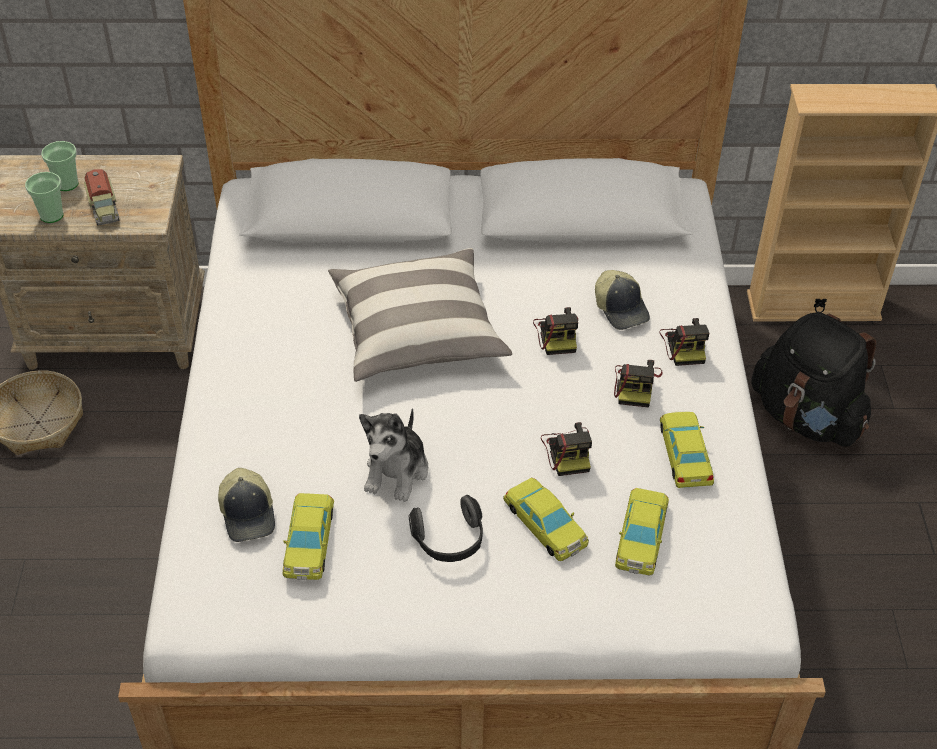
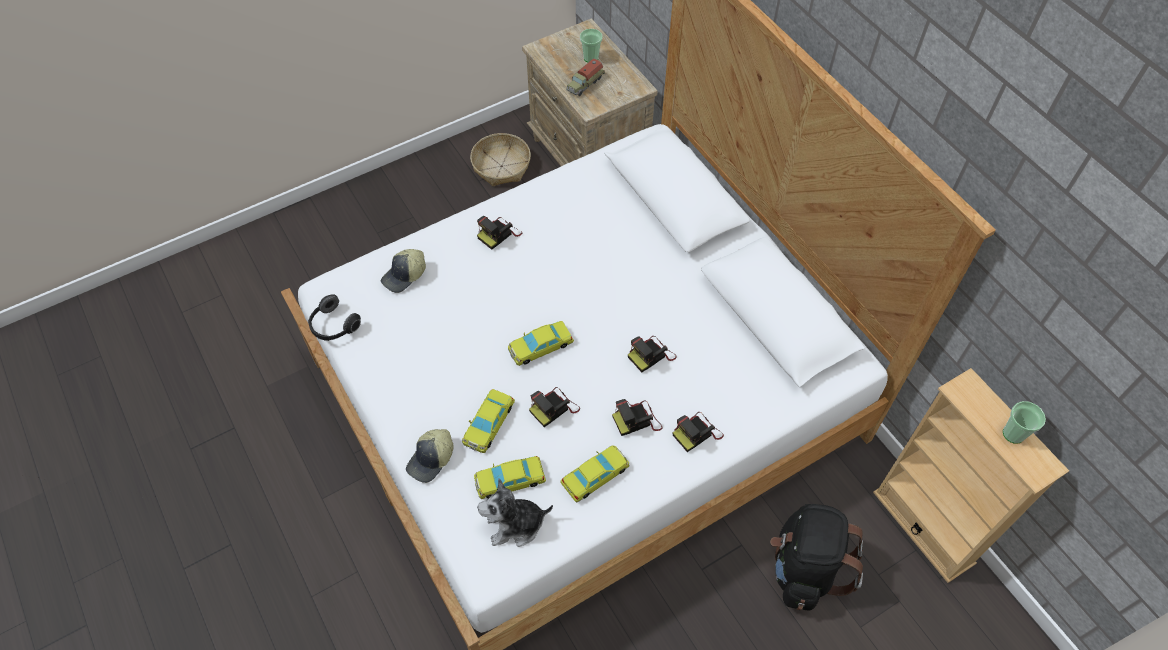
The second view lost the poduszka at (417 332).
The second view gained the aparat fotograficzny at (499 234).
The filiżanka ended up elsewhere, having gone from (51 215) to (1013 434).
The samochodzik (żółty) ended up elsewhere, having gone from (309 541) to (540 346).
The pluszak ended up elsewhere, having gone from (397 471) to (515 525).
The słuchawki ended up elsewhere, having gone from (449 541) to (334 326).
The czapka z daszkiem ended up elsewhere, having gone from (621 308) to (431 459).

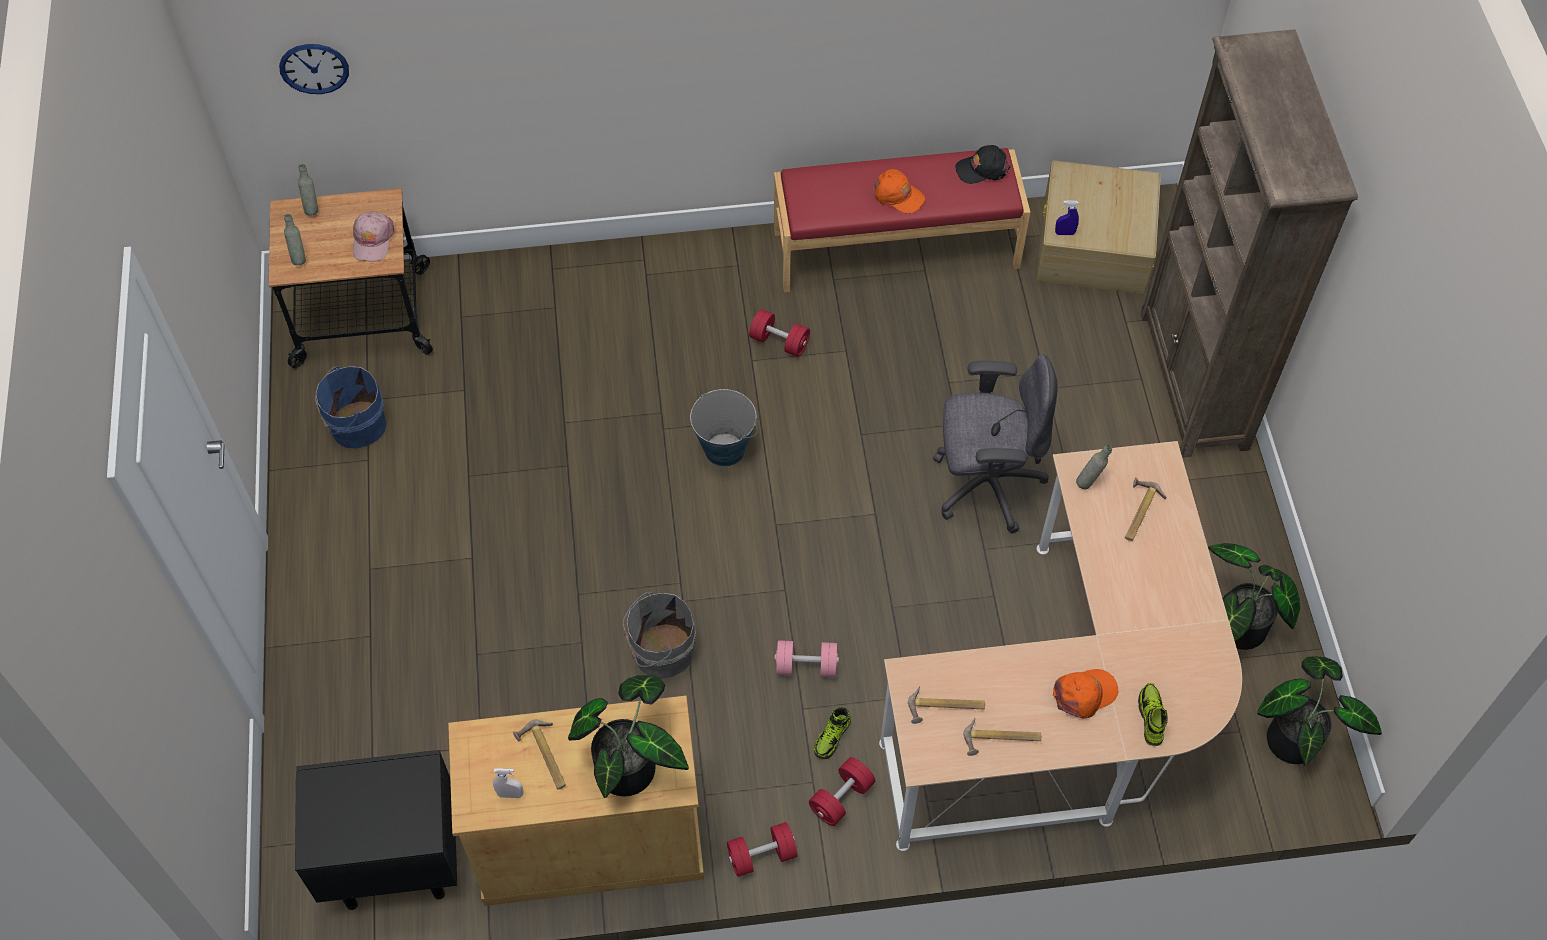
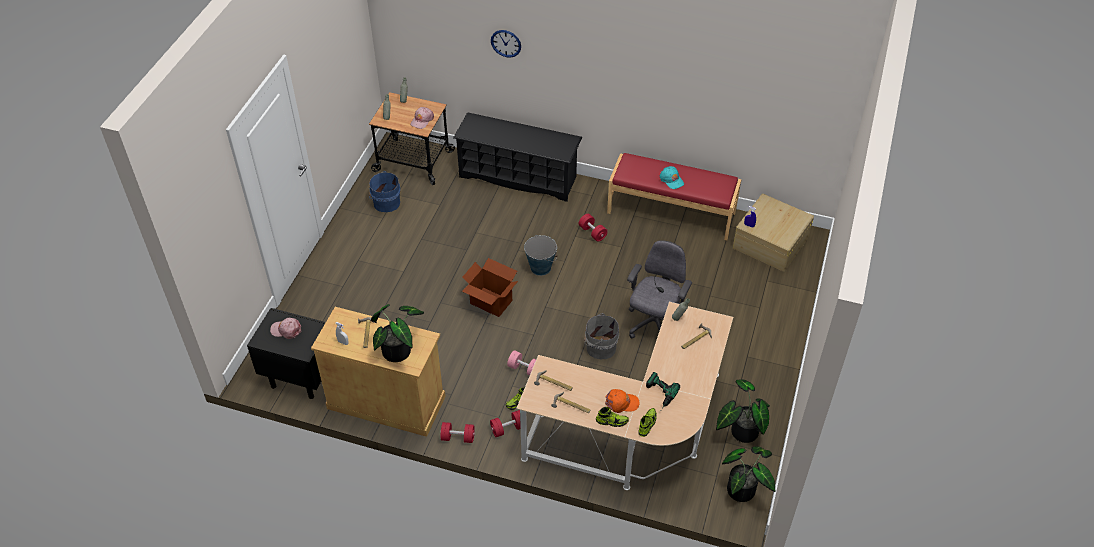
The second view lost the czapka z daszkiem (czarny) at (982 169).
The second view lost the regał (brązowy) at (1194 381).
The second view gained the czapka z daszkiem (różowy) at (286 330).
The second view gained the regał na buty (czarny) at (518 177).
The second view gained the karton at (491 302).
The second view gained the but at (612 421).
The second view gained the wiertarka at (658 394).
The zegar ścienny ended up elsewhere, having gone from (314 68) to (506 43).
The wiadro (szary) ended up elsewhere, having gone from (660 652) to (599 347).
What was the czapka z daszkiem (pomarańczowy) at (898 195) turned into the czapka z daszkiem (turkusowy) at (671 180).
The krzesło biurowe (szary) at (985 484) ended up facing another way, 90 degrees counterclockwise from before.

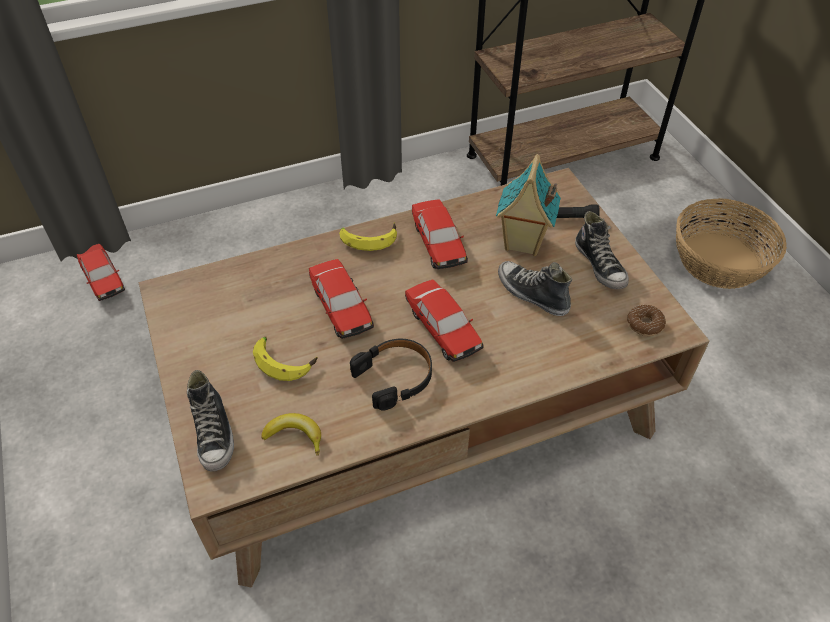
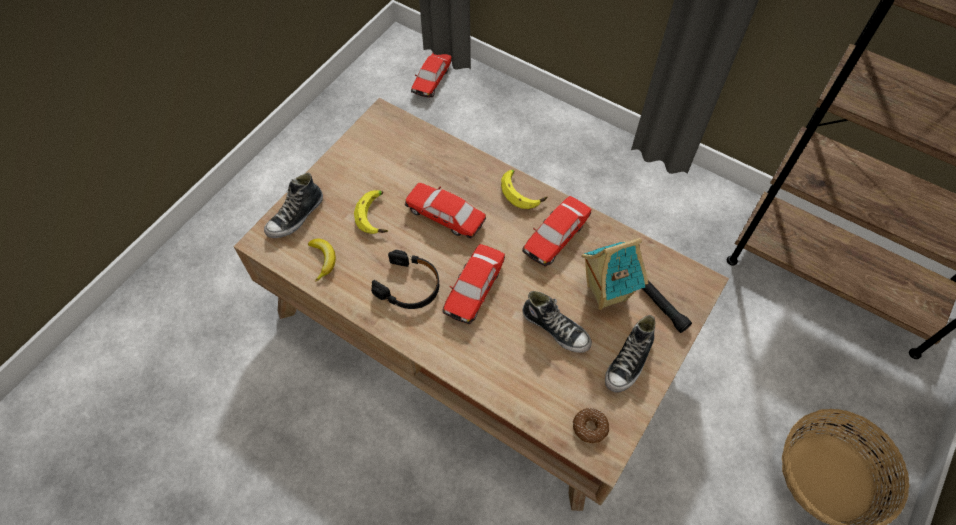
The samochodzik at (340 306) ended up facing another way, 90 degrees clockwise from before.
The but at (532 294) ended up facing another way, 120 degrees clockwise from before.

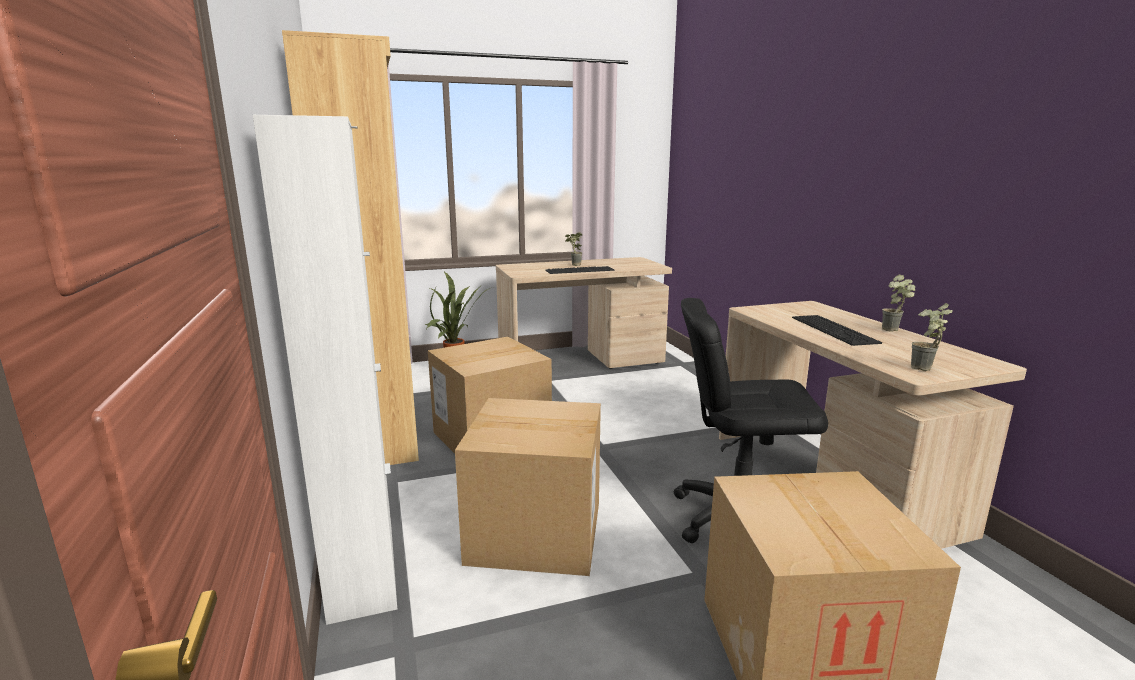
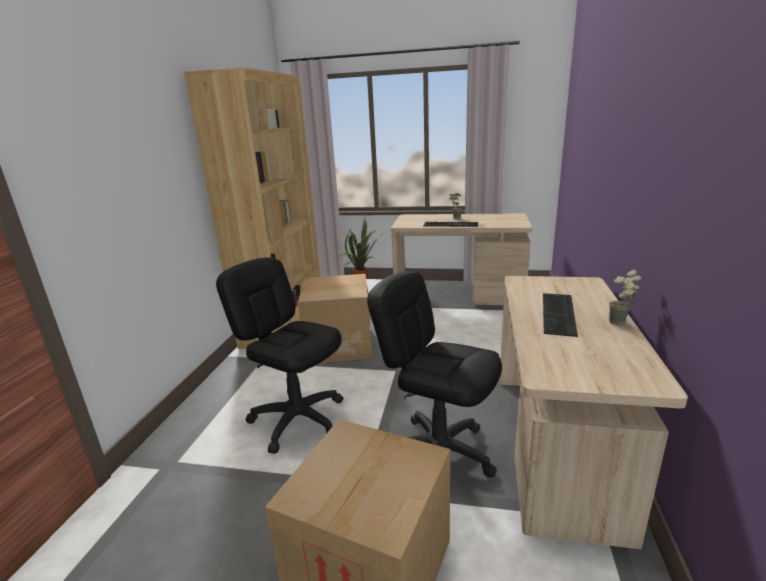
The second view lost the szafka (biały) at (362 570).
The second view lost the roślina doniczkowa at (925 370).
Where the karton stood at (536 532), the krzesło biurowe (czarny) came to stand at (298 419).

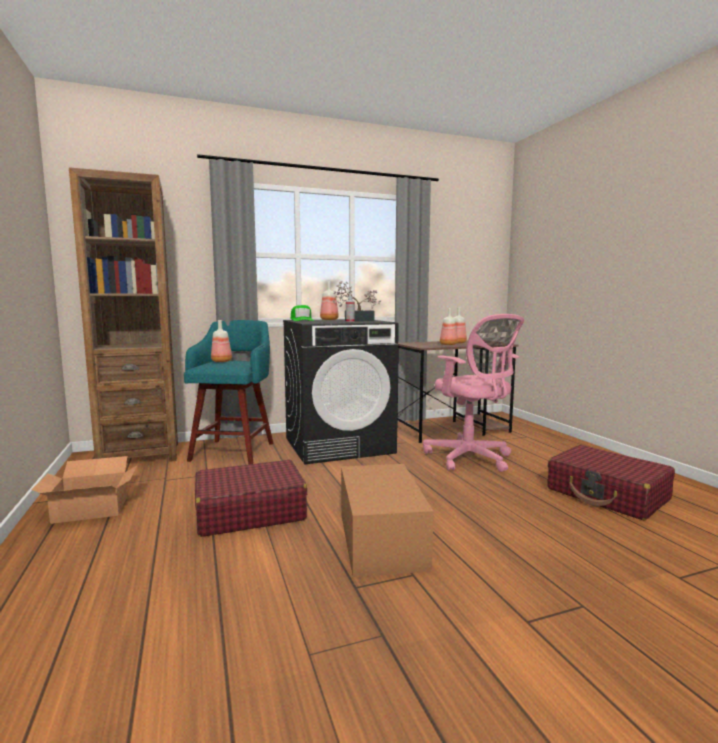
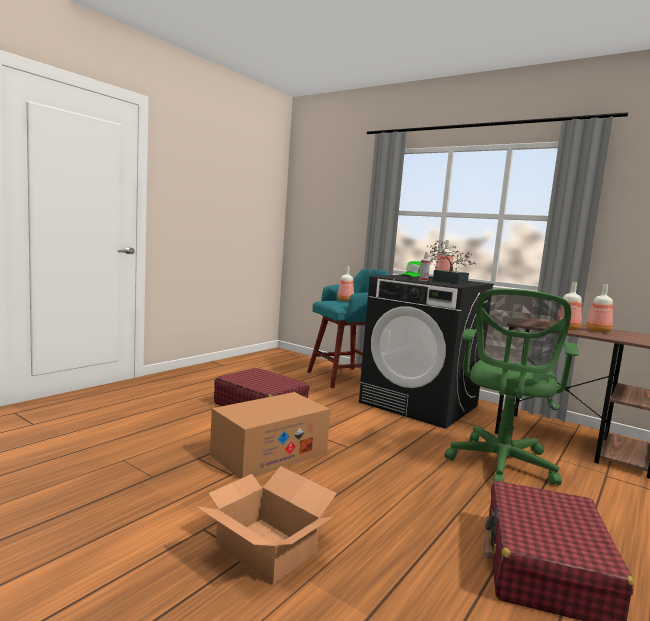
The second view lost the regał (brązowy) at (140 455).
The karton ended up elsewhere, having gone from (90 509) to (266 548).
What was the krzesło biurowe (różowy) at (471 459) turned into the krzesło biurowe (zielony) at (501 465).

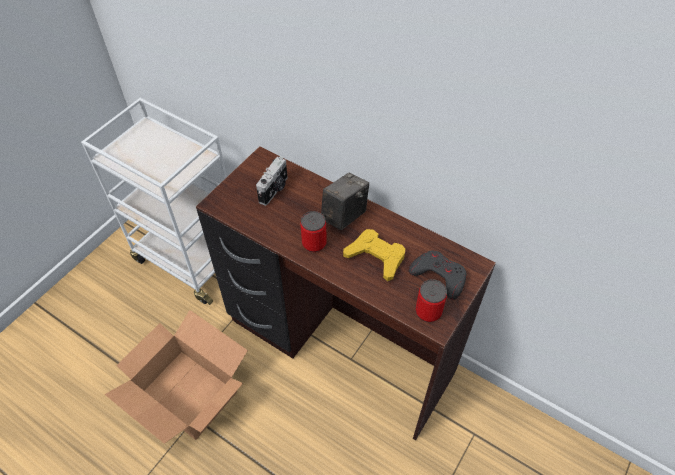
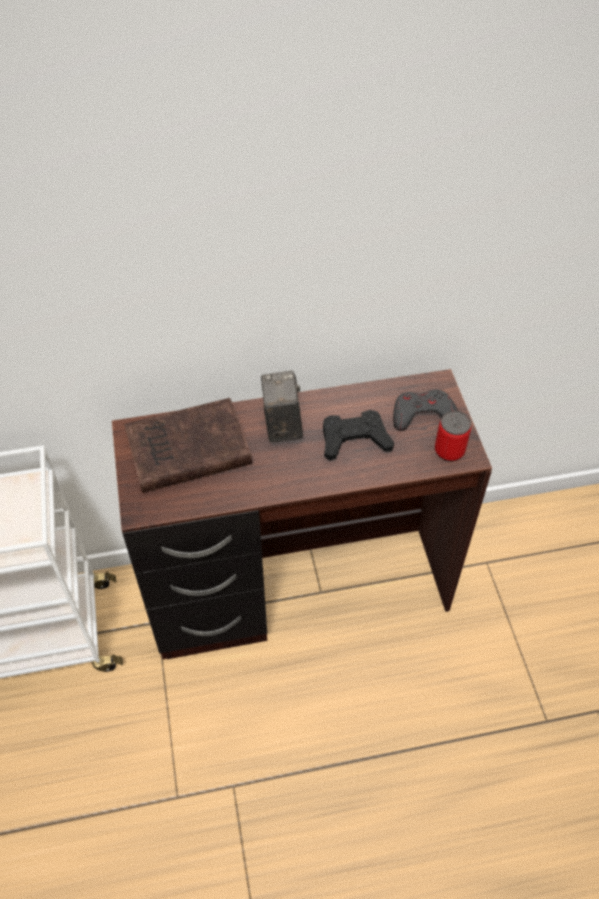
The second view lost the karton at (188 395).
The second view lost the puszka at (314 243).
Where the aparat fotograficzny stood at (274 190), the książka (brązowy) came to stand at (185 451).
What was the pad do gier (żółty) at (376 257) turned into the pad do gier (czarny) at (354 439).

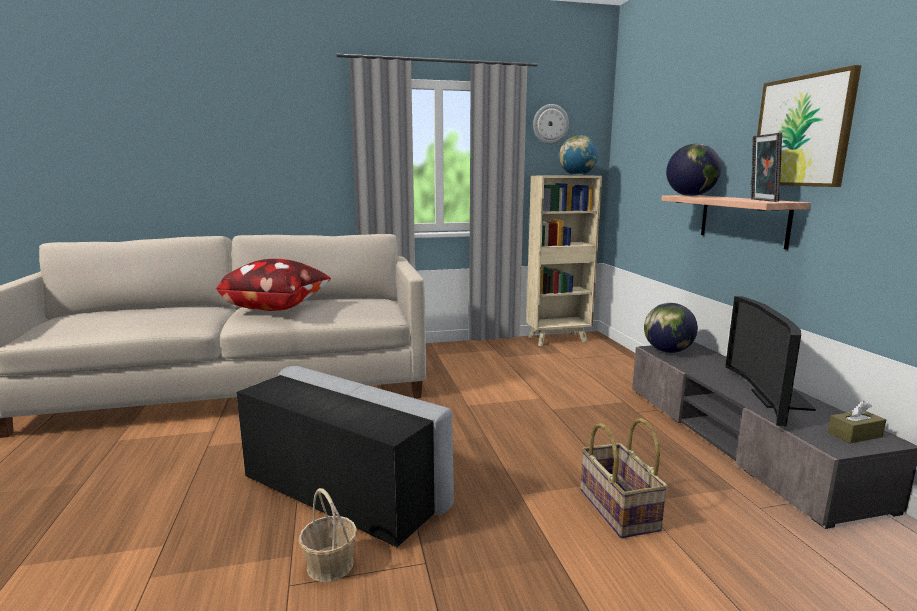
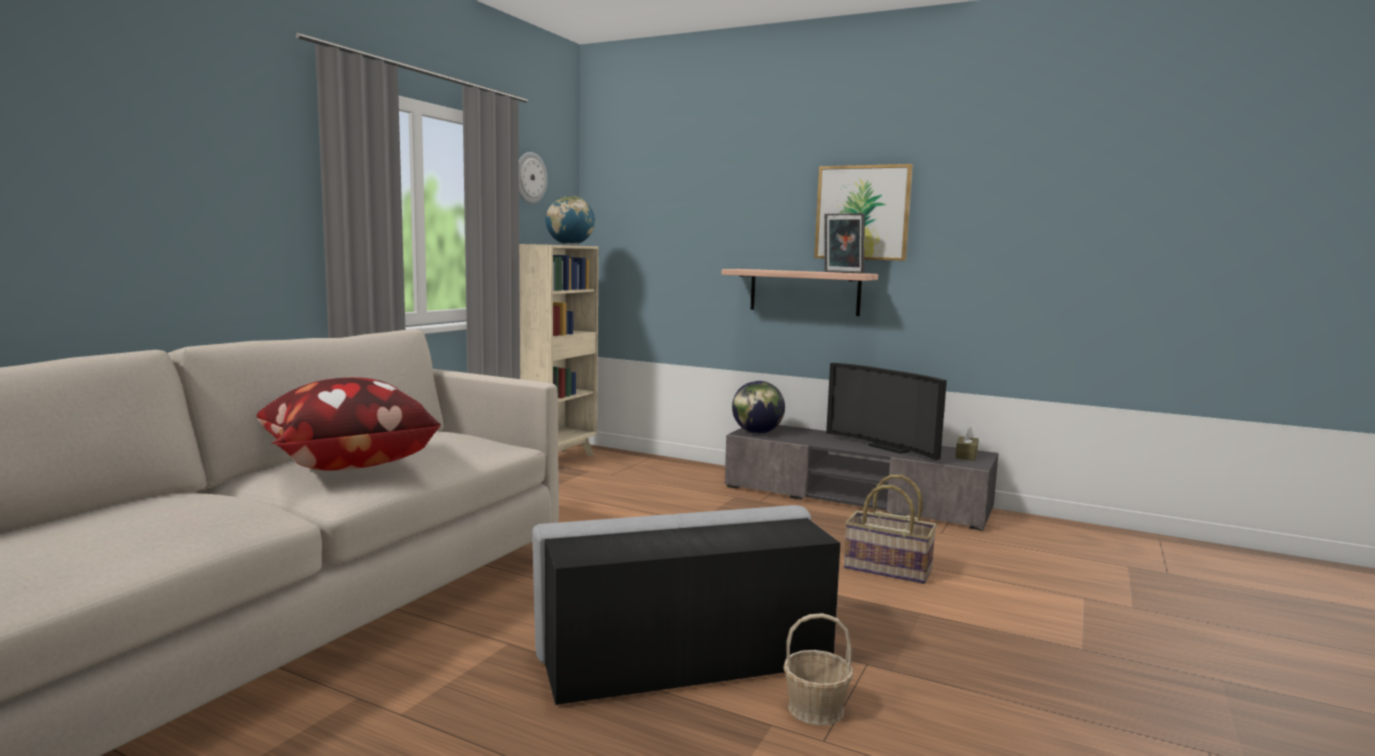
The second view lost the globus at (691 195).

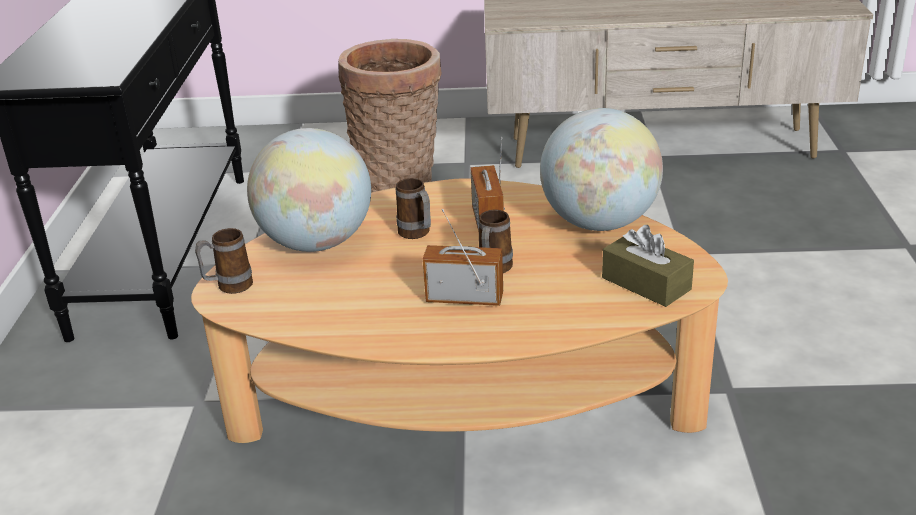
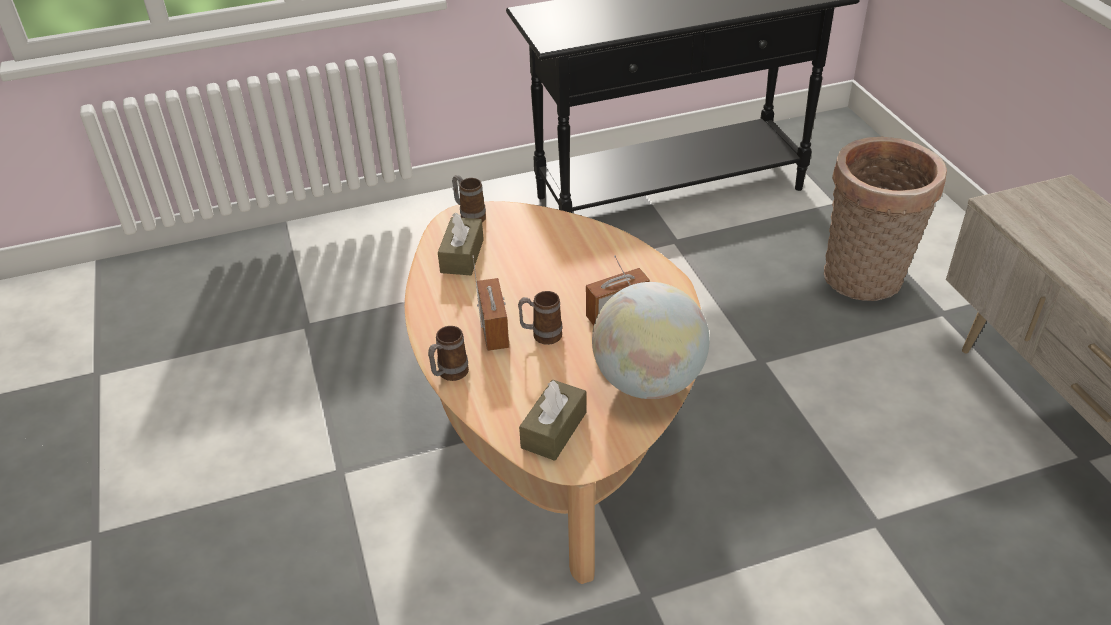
The second view lost the globus at (316 243).
The second view gained the pudełko chusteczek (brązowy) at (462 256).
The kubek ended up elsewhere, having gone from (417 234) to (449 375).

